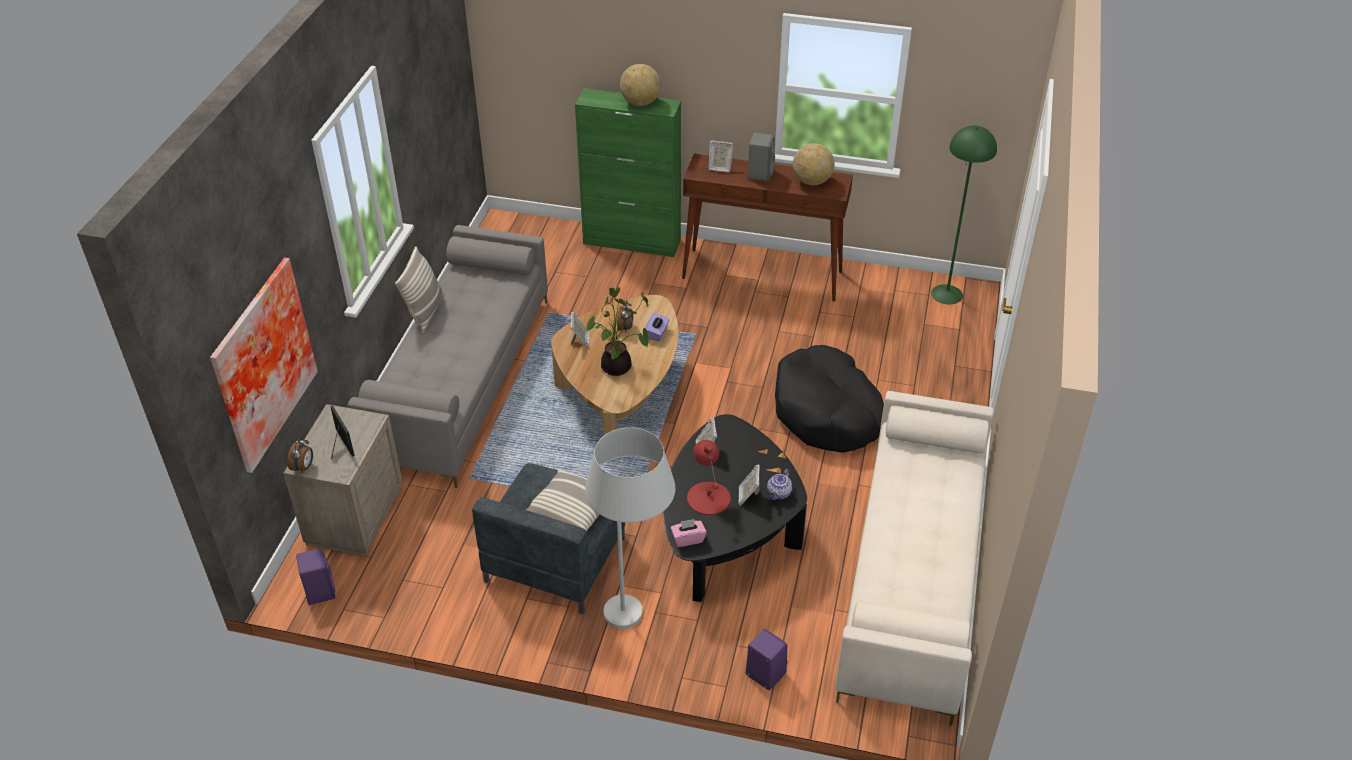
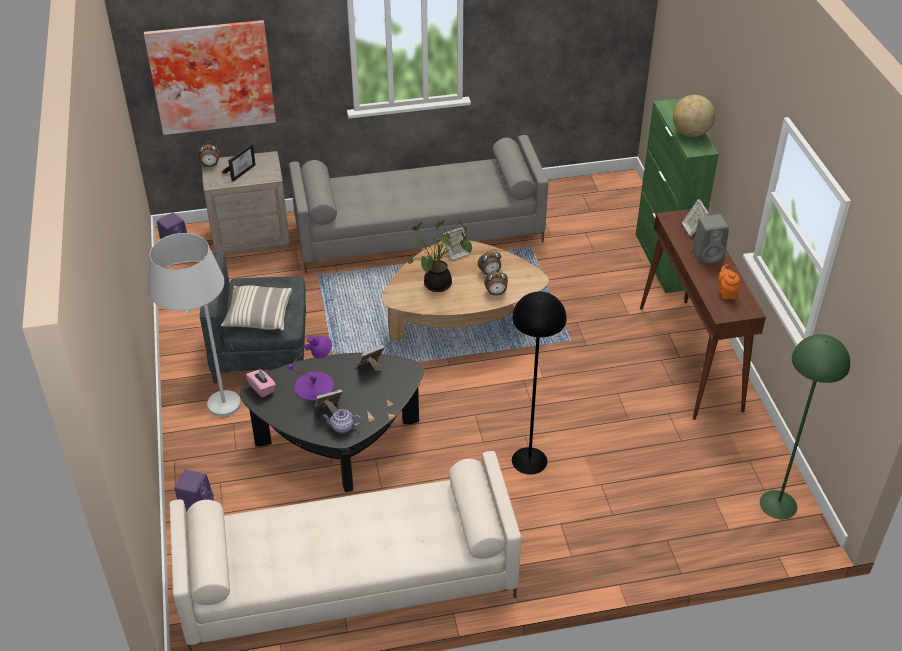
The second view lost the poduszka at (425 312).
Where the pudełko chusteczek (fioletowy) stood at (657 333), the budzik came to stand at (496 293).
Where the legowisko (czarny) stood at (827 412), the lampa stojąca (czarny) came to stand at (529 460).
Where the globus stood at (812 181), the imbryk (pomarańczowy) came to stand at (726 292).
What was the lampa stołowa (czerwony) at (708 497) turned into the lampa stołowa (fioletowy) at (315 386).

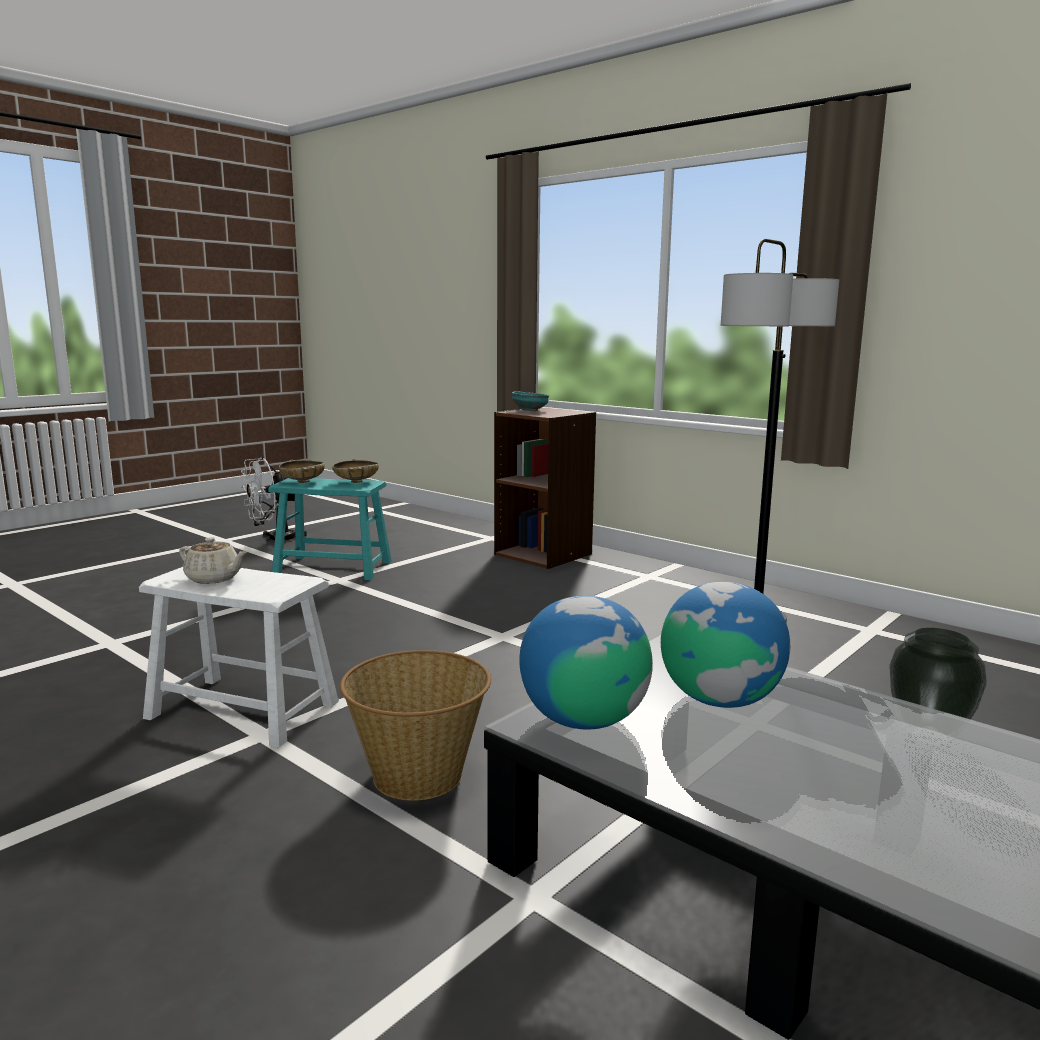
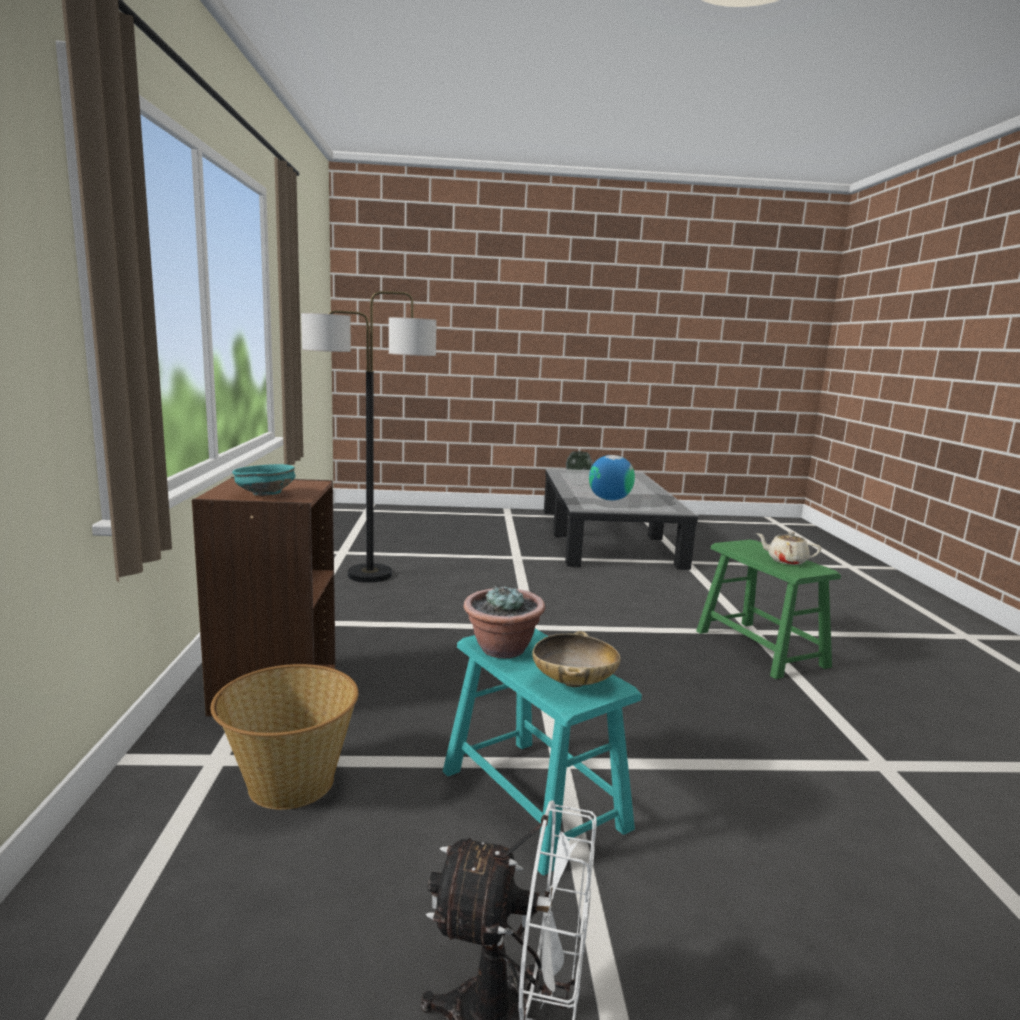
The second view lost the globus at (583 720).
The koszyk ended up elsewhere, having gone from (418 774) to (289 783).
Where the miska (beżowy) stood at (356 482), the roślina doniczkowa came to stand at (502 649).
What was the stołek (biały) at (243 710) turned into the stołek (zielony) at (760 648).
The imbryk (beżowy) at (214 579) ended up facing another way, 45 degrees counterclockwise from before.

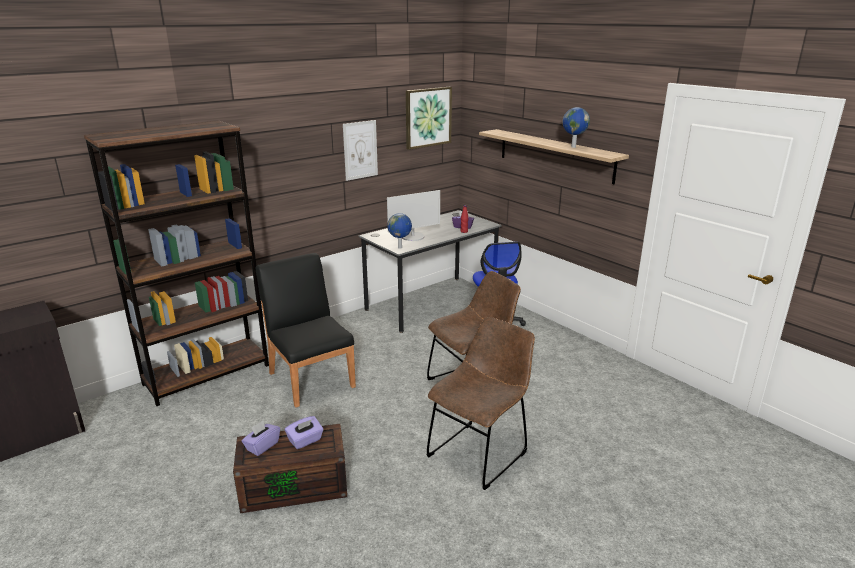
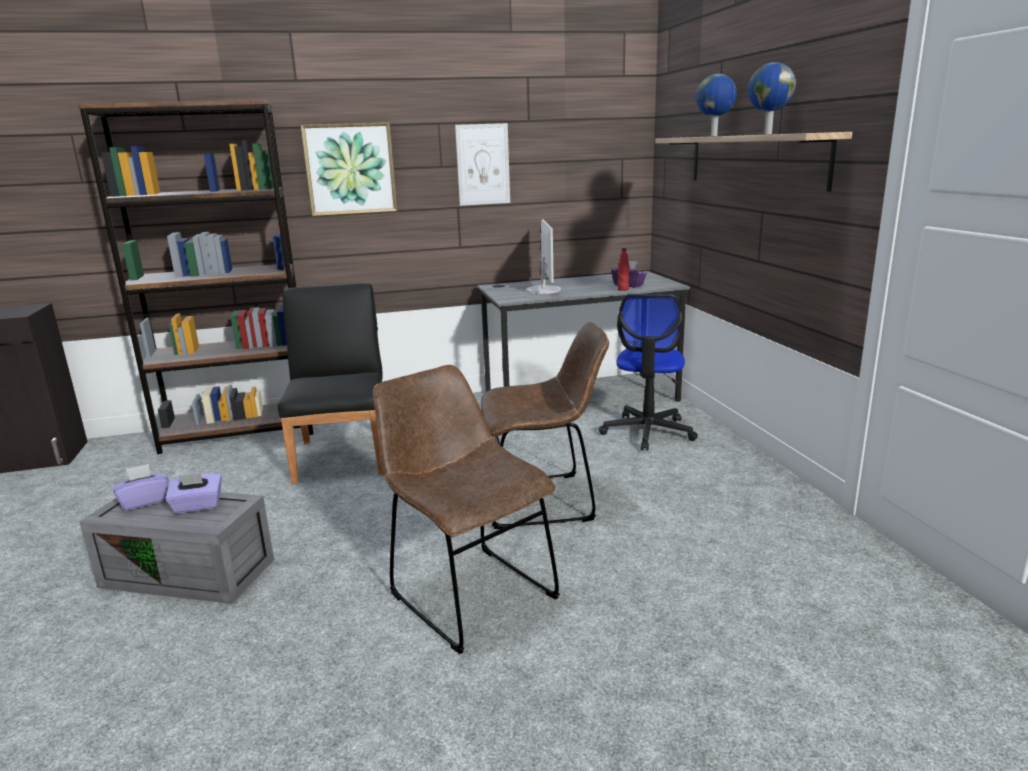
The globus ended up elsewhere, having gone from (400 248) to (714 136).
The obraz ended up elsewhere, having gone from (427 117) to (350 169).
What was the pojemnik do przechowywania (brązowy) at (295 485) turned into the pojemnik do przechowywania (szary) at (191 572).
The monitor at (413 237) ended up facing another way, 90 degrees counterclockwise from before.
The krzesło (brązowy) at (480 452) ended up facing another way, 105 degrees counterclockwise from before.

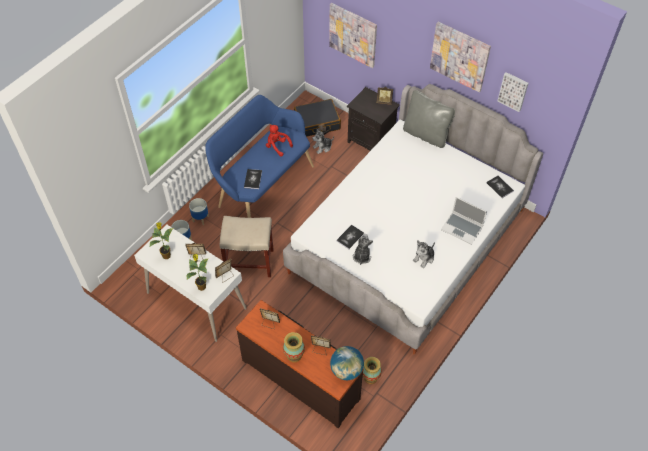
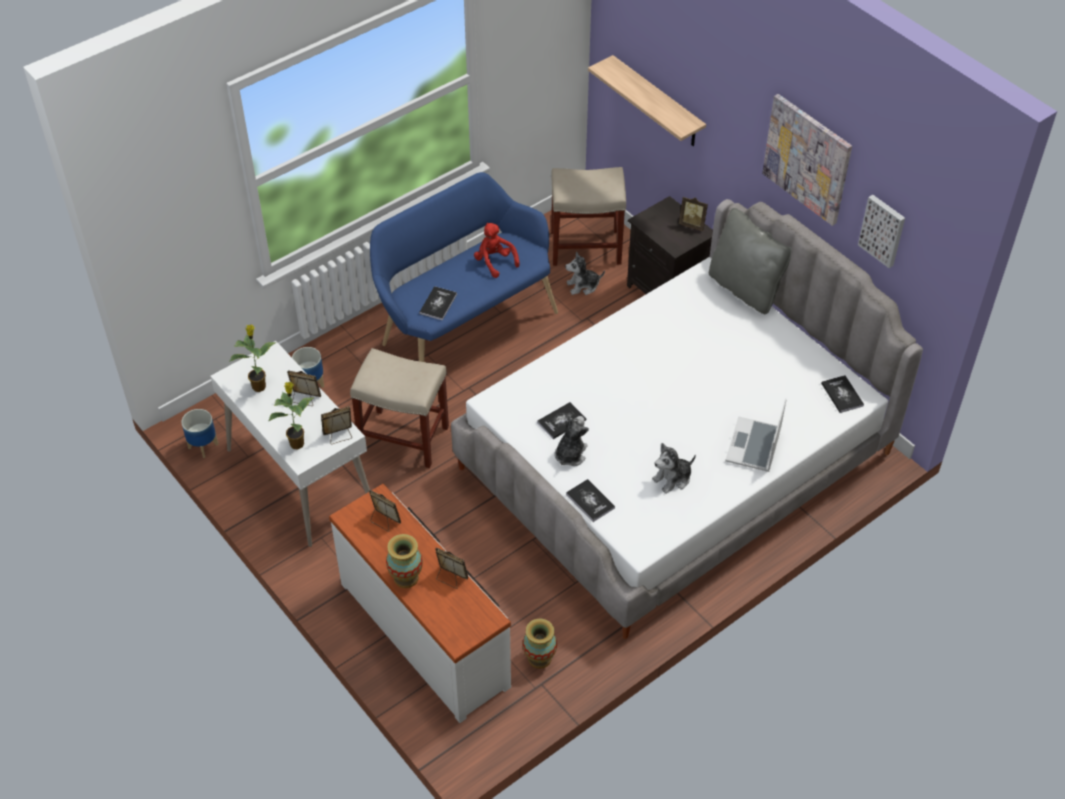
The second view lost the globus at (346 370).
The second view gained the książka at (590 501).
The donica ended up elsewhere, having gone from (200 218) to (203 446).
Where the walizka (czarny) stood at (317 123), the stołek (beżowy) came to stand at (587 247).
Where the obraz hung at (353 35), the półka came to hang at (657 103).
What was the komoda (brązowy) at (301 378) turned into the komoda (biały) at (426 633).
The laptop at (462 228) ended up facing another way, 60 degrees clockwise from before.

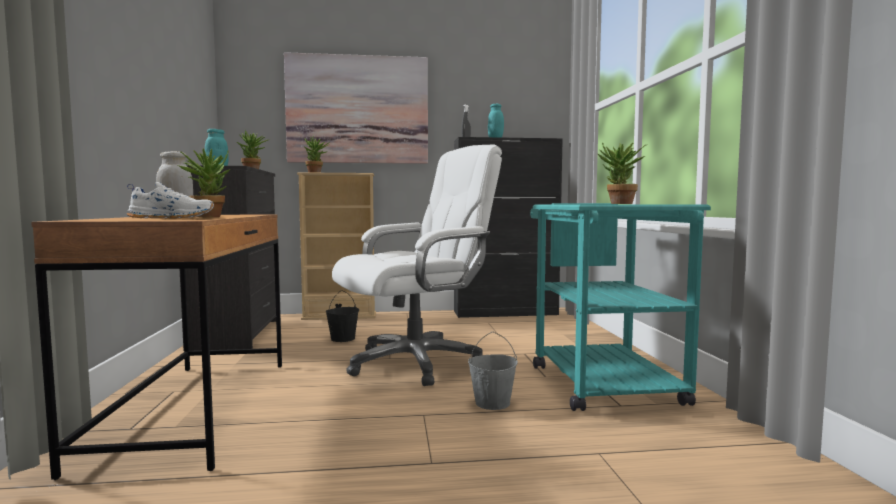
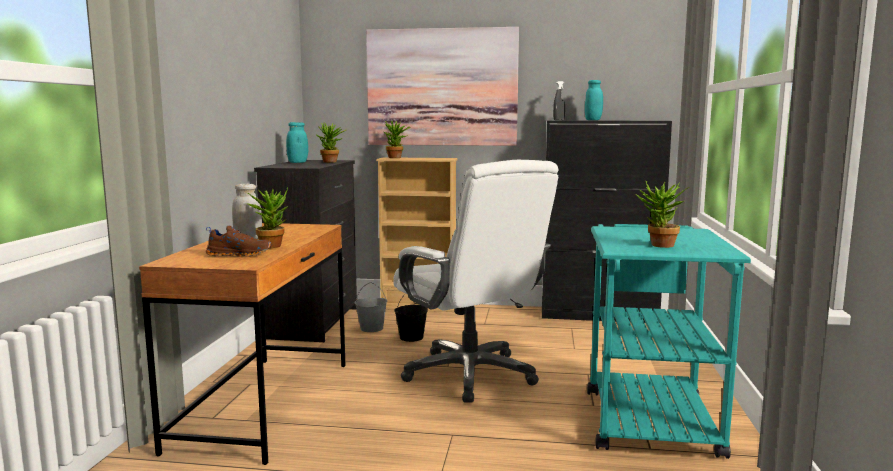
The wiadro (szary) ended up elsewhere, having gone from (492 403) to (372 328).
What was the but (biały) at (172 218) turned into the but (brązowy) at (239 254).
The krzesło biurowe (biały) at (416 363) ended up facing another way, 75 degrees clockwise from before.

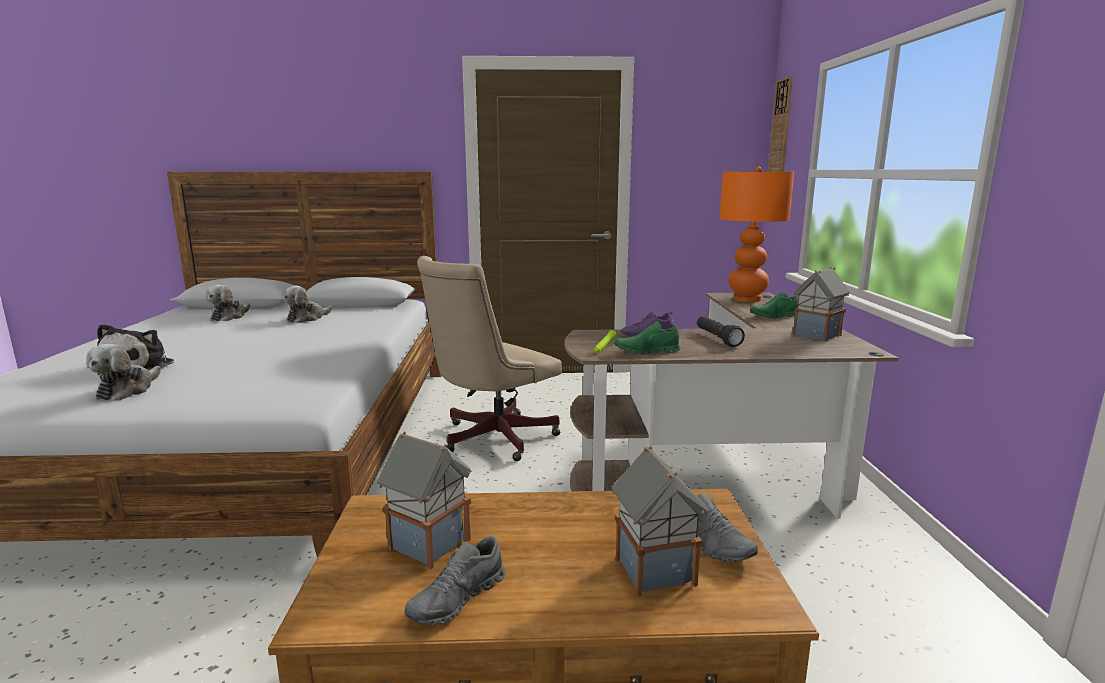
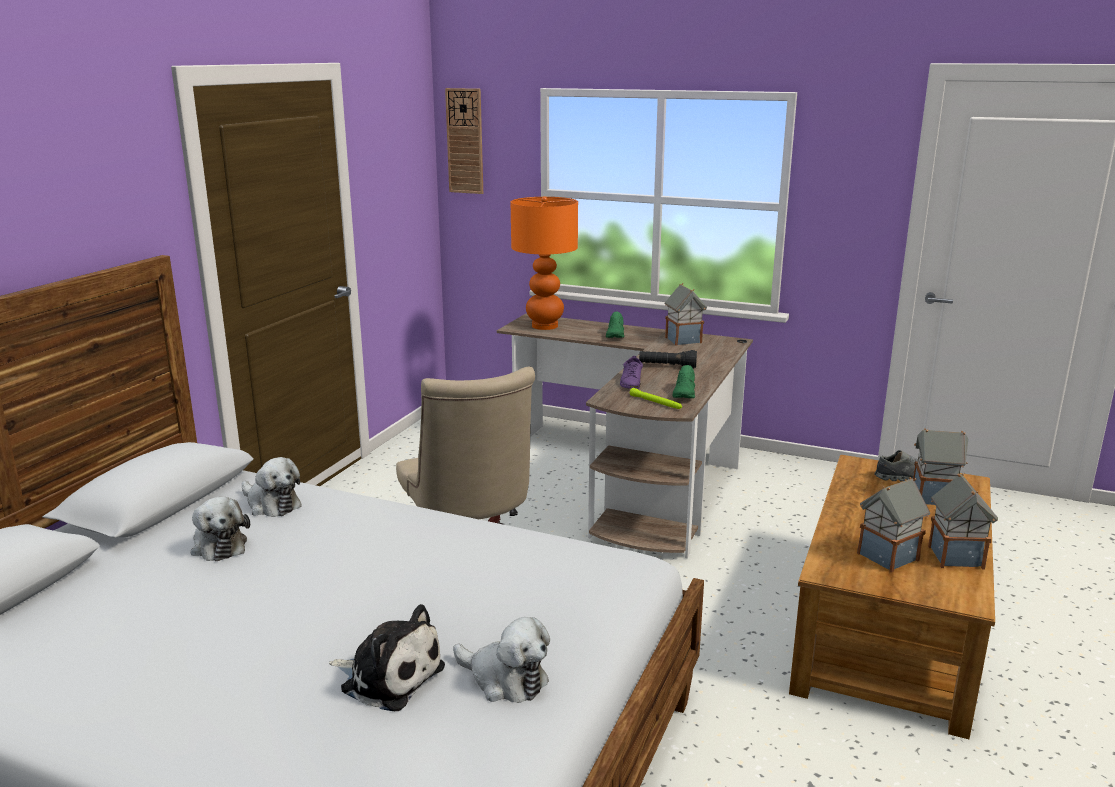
The pluszak ended up elsewhere, having gone from (230 316) to (271 504).
Where the but (szary) stood at (457 600), the domek came to stand at (954 556).

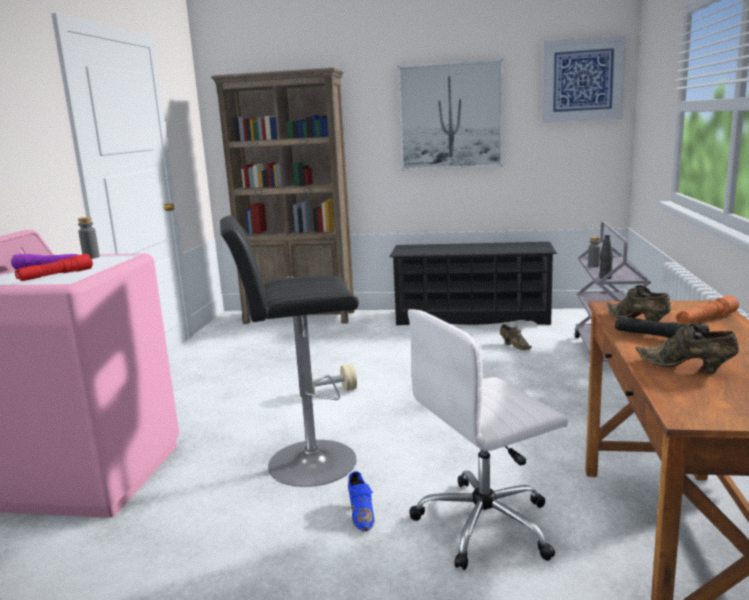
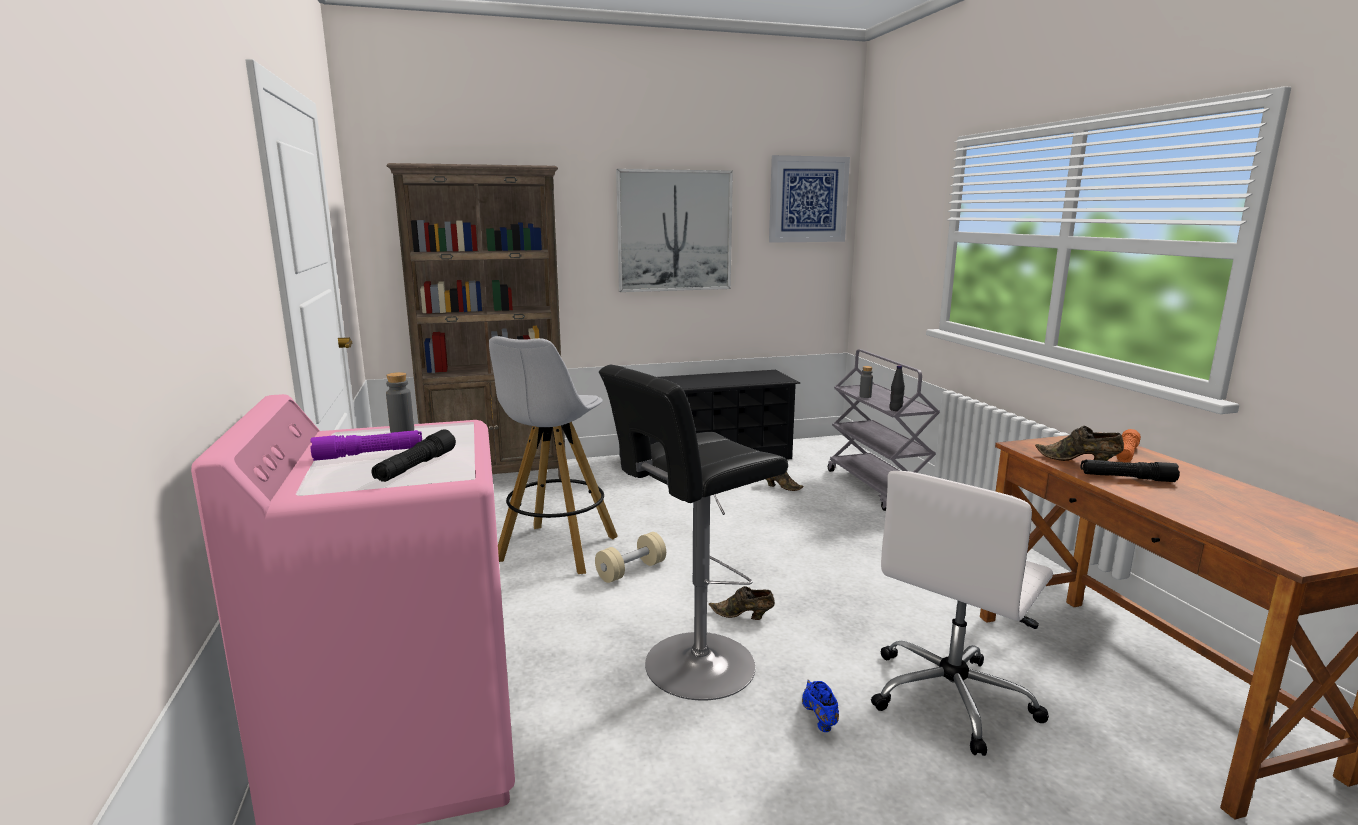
The second view gained the stołek (biały) at (556 550).
The but (brązowy) ended up elsewhere, having gone from (687 368) to (743 616).
What was the latarka (czerwony) at (56 275) turned into the latarka (czarny) at (416 467).
The but (niebieski) at (361 514) ended up facing another way, 150 degrees counterclockwise from before.

